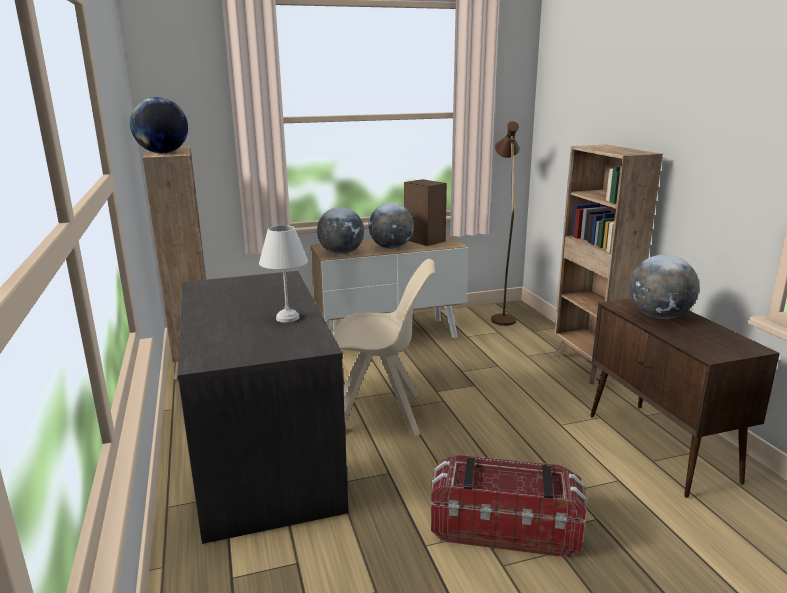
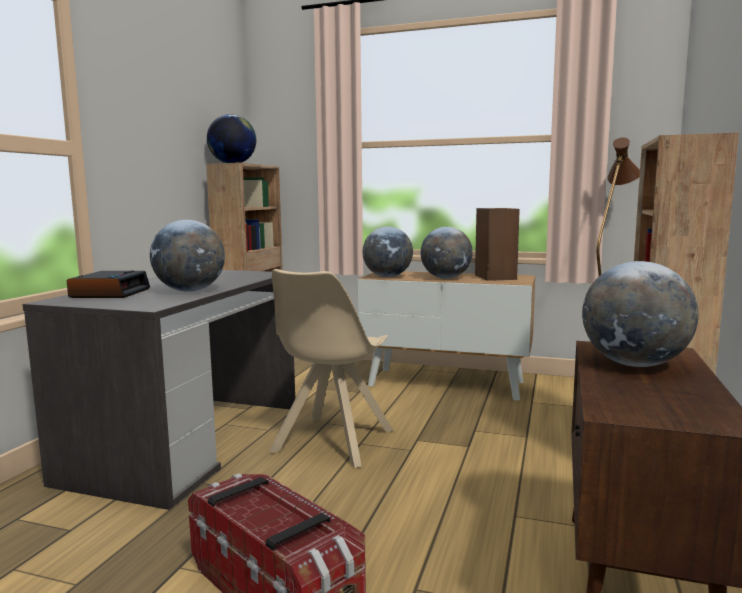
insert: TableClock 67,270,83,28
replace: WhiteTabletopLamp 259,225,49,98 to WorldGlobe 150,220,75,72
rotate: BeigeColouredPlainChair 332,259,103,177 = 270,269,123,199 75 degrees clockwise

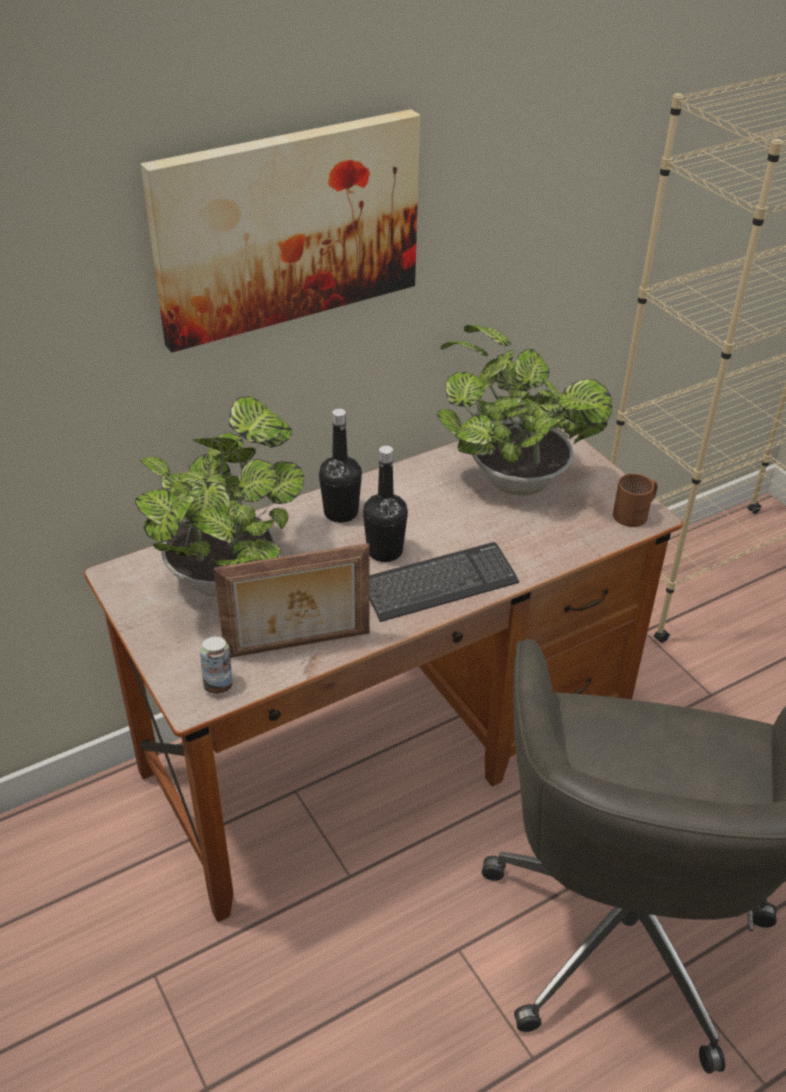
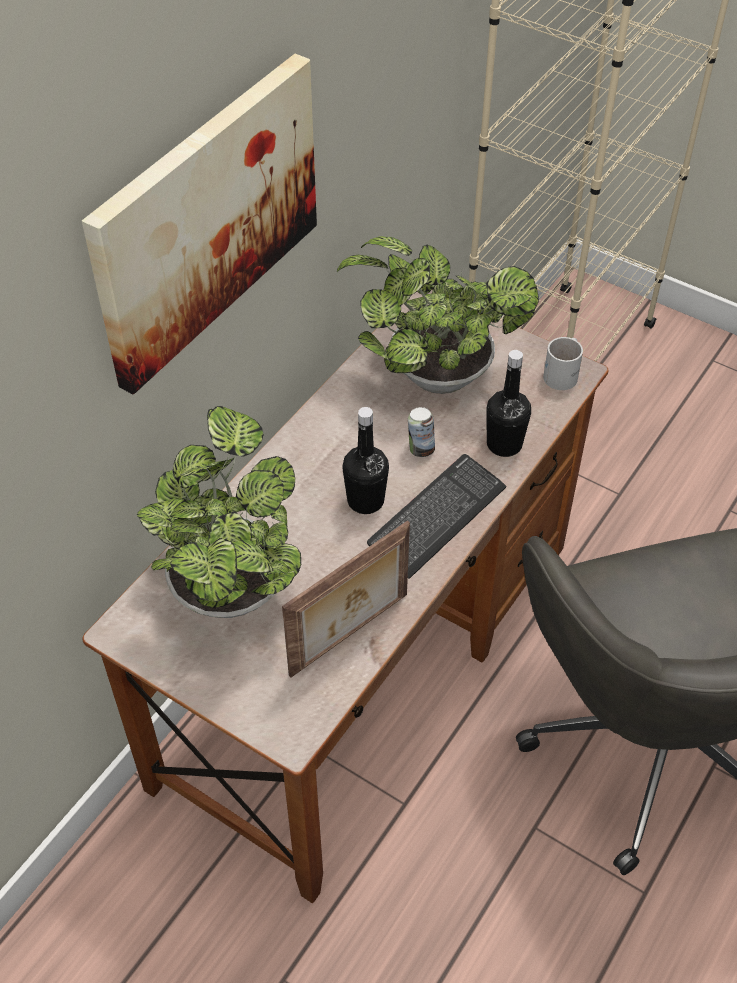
move: SealedCan 200,636,32,58 to 408,407,27,50; BlackColouredBeverageBottle 319,409,43,114 to 486,350,45,107
recolor: BrownishTeaMug 613,474,45,53 to WhiteTeaMug 543,337,40,53

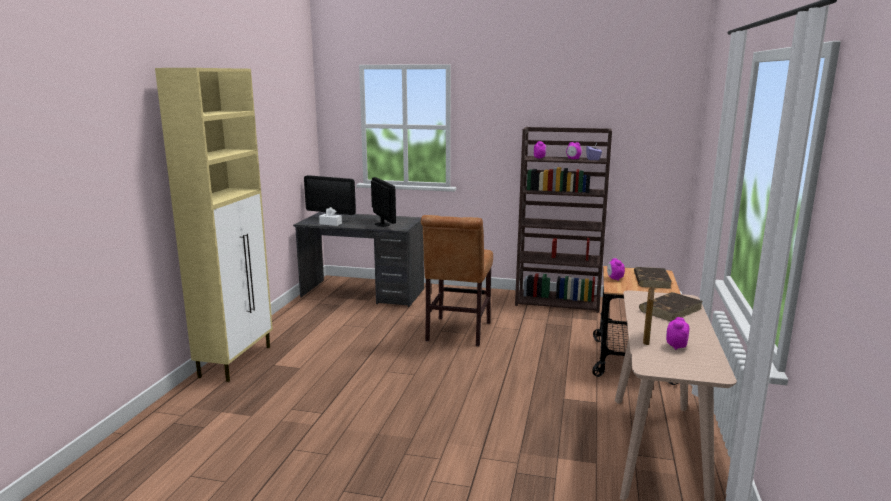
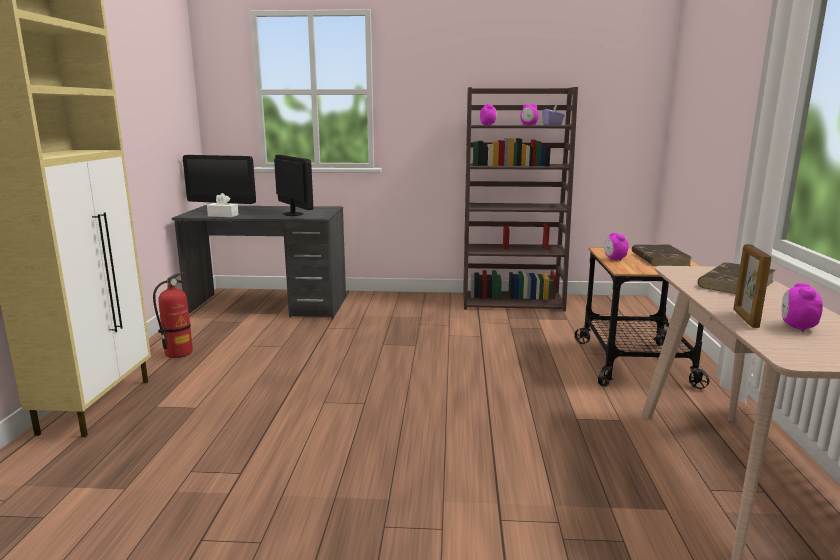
delete: BrownishPlainChair 421,215,72,131
insert: Extinguisher 153,272,40,86

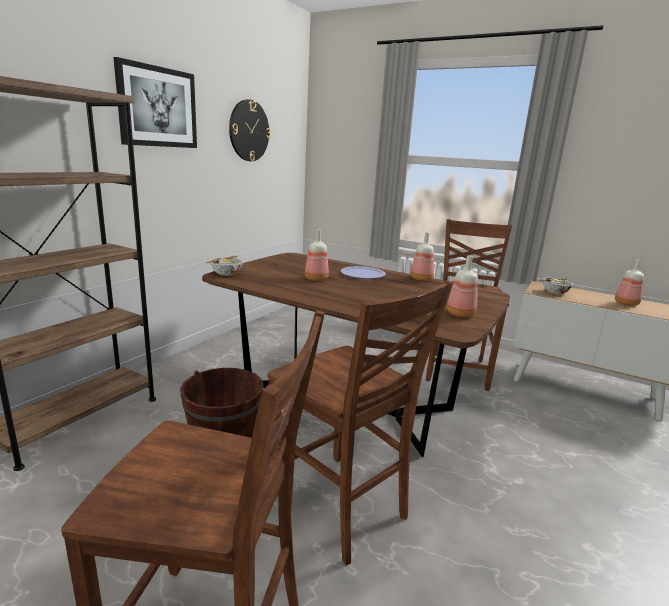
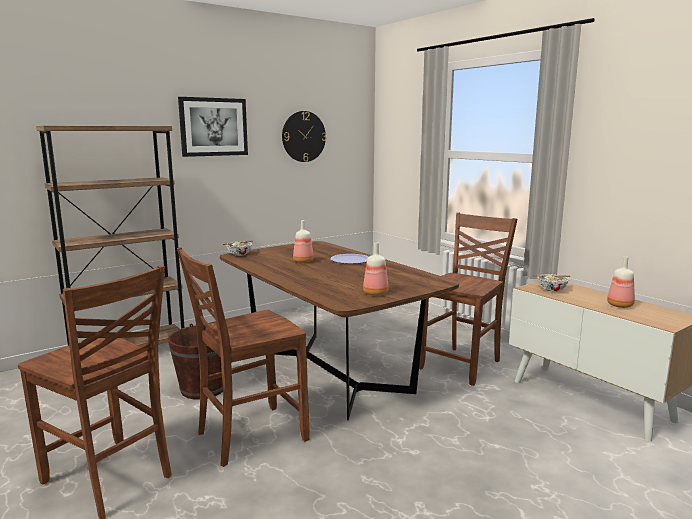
delete: BeverageBottle 411,232,23,49
rotate: BrownishPlainChair 268,280,185,285 = 177,247,133,220 75 degrees clockwise

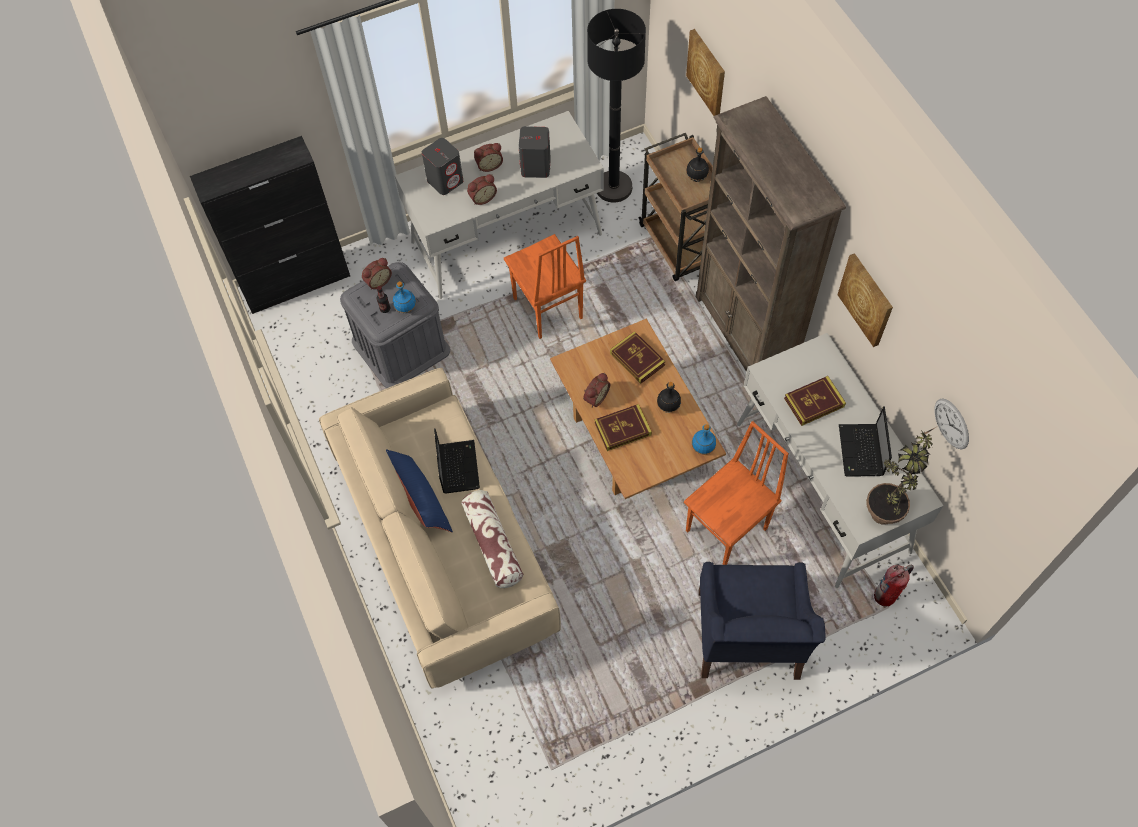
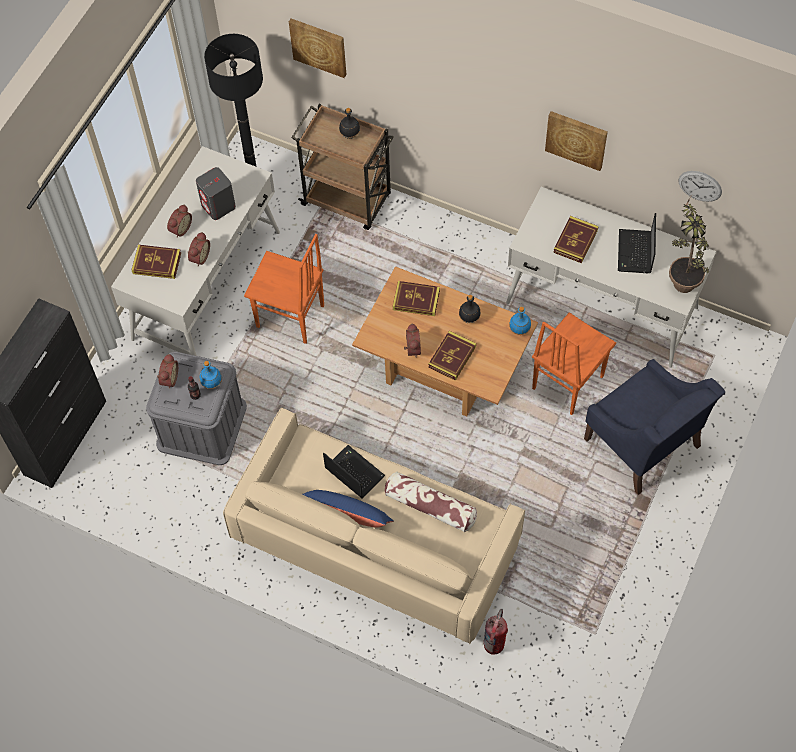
delete: BrownishBookshelf 696,96,150,276
move: Extinguisher 874,565,40,41 to 484,609,24,46
replace: GreySpeaker 422,138,41,57 to Book 132,245,49,34
rotate: OrangePlainChair 684,421,105,144 = 532,312,84,103 150 degrees counterclockwise; Laptop 839,406,53,70 = 618,213,38,60 45 degrees clockwise

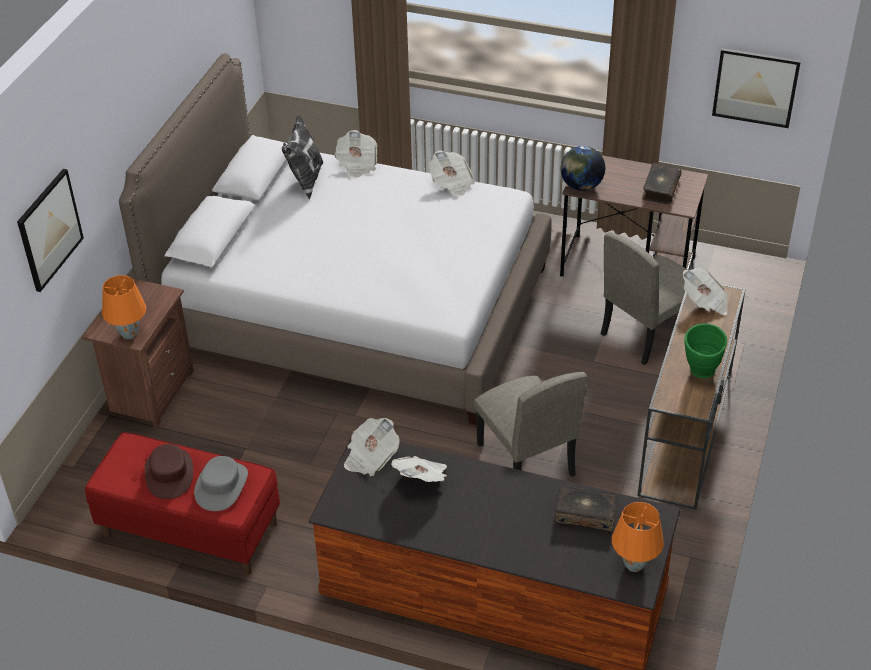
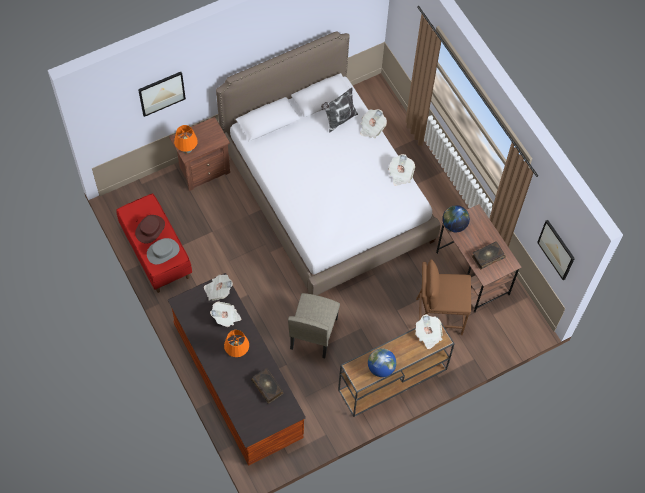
move: OrangeTabletopLamp 612,502,52,70 to 224,330,25,27
replace: BeigeColouredPlainChair 600,232,87,133 to BrownishStoolSeat 416,259,55,76; GreenColouredVase 684,323,43,56 to WorldGlobe 368,348,28,29

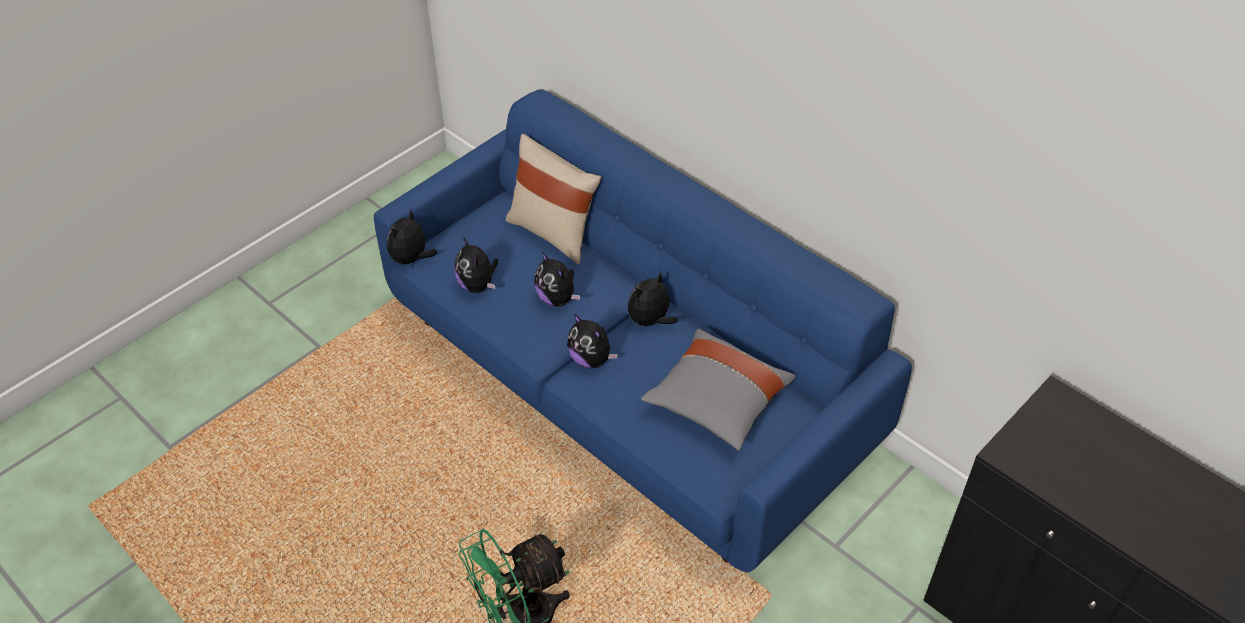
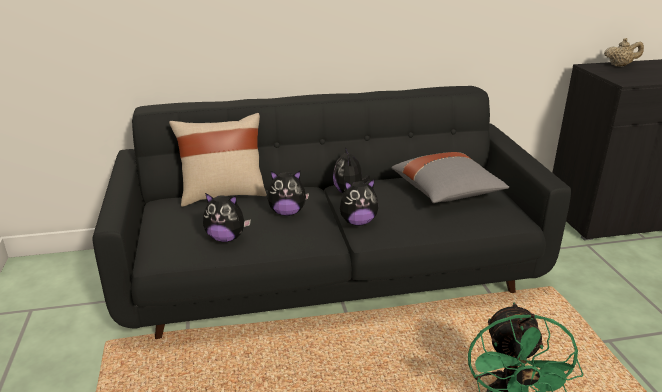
delete: CuddlyToy 387,209,50,58
insert: BeigeColouredTeapot 604,38,40,29
recolor: BluishCouch 374,89,538,483 to BlackColouredCouch 92,86,479,253

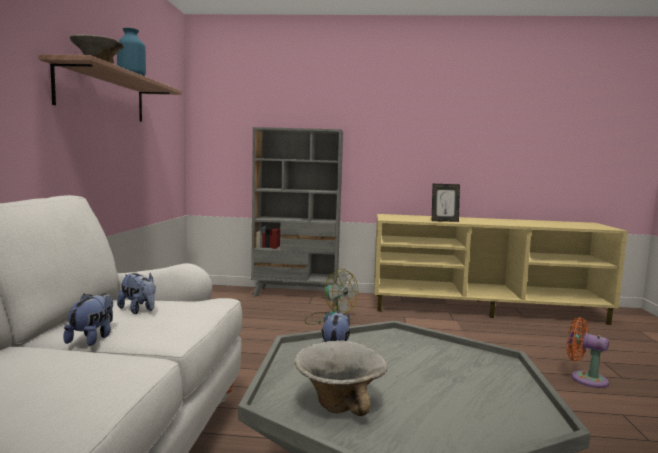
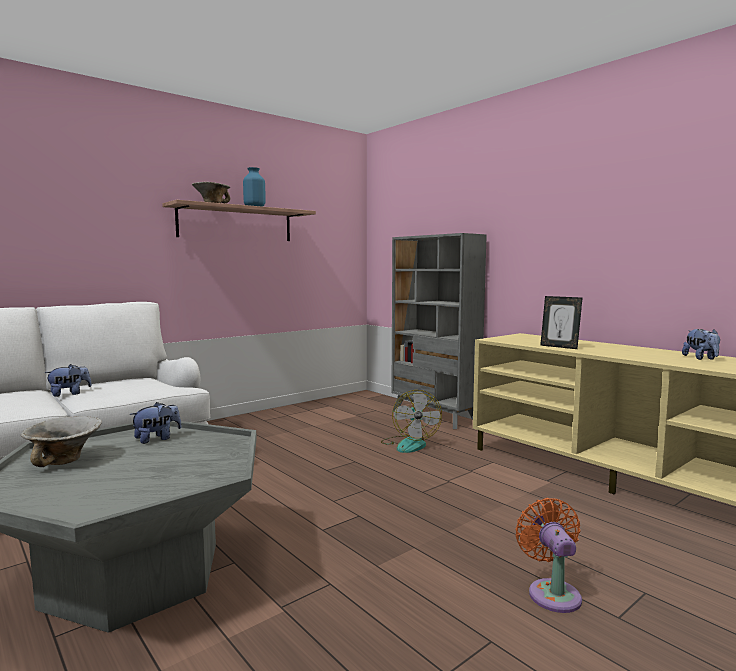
move: CuddlyToy 117,273,39,41 to 682,329,38,31

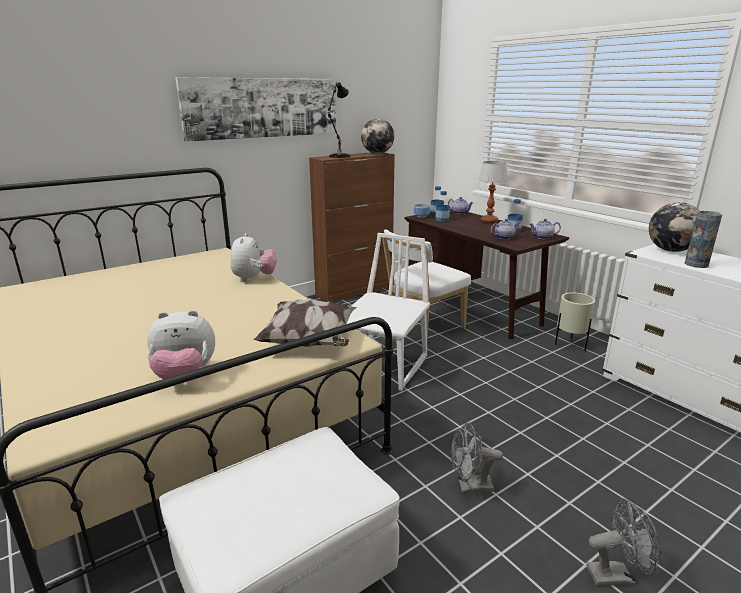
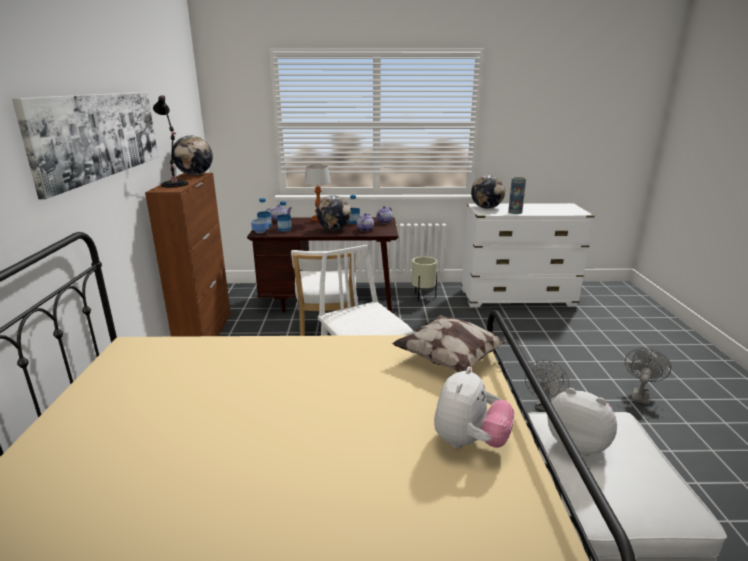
insert: WorldGlobe 316,195,35,35
move: CuddlyToy 231,233,46,49 to 547,388,70,68

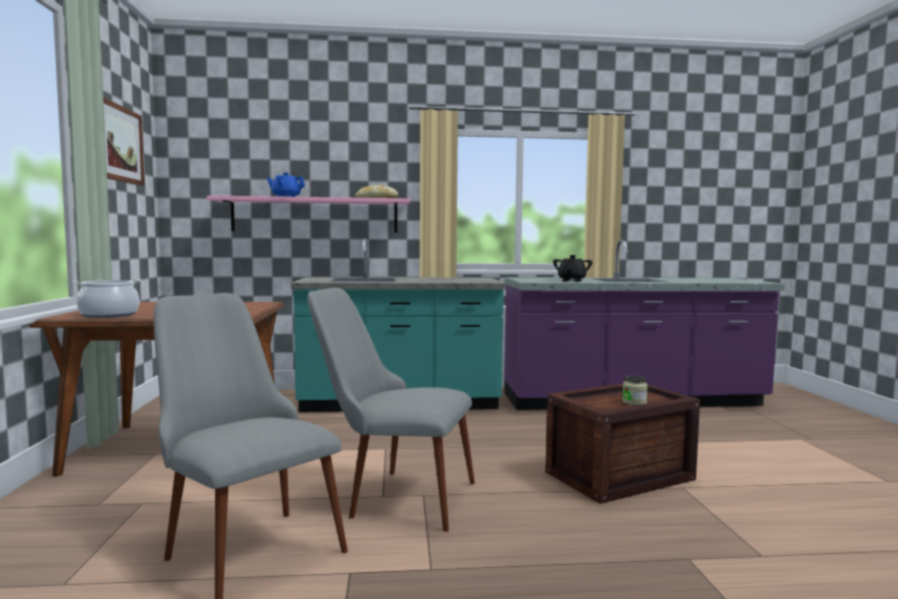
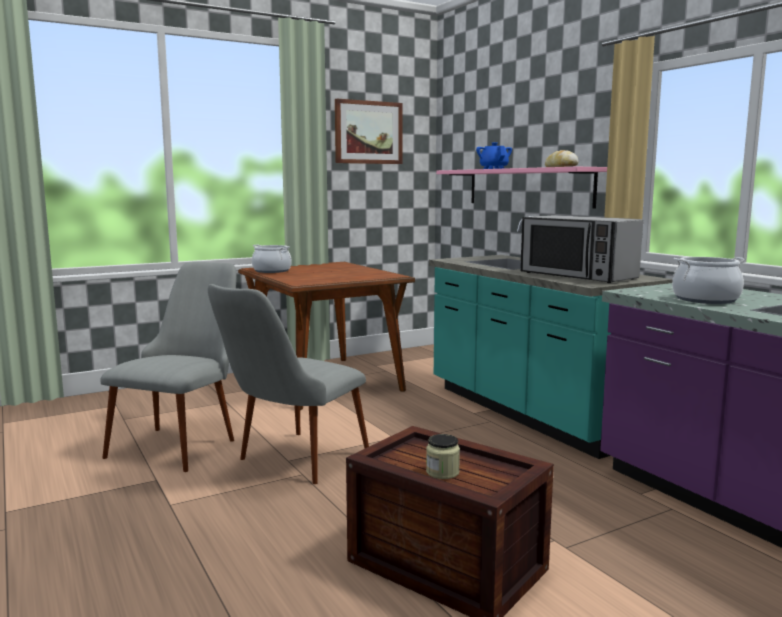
insert: MicrowaveOven 520,215,123,68
replace: BlackColouredTeapot 553,255,39,27 to Saucepot 672,257,74,47
rotate: GreyPlainChair 308,288,167,244 = 208,284,161,200 135 degrees counterclockwise

